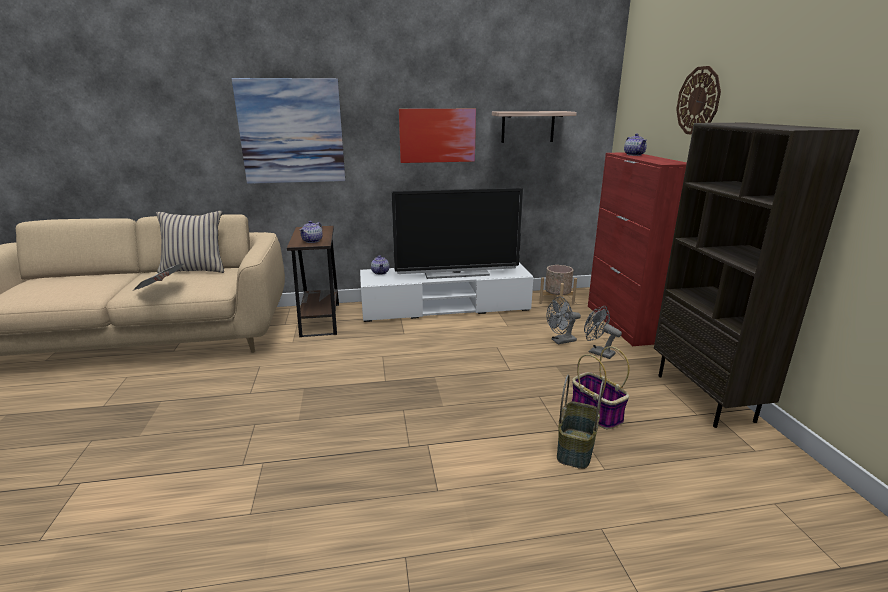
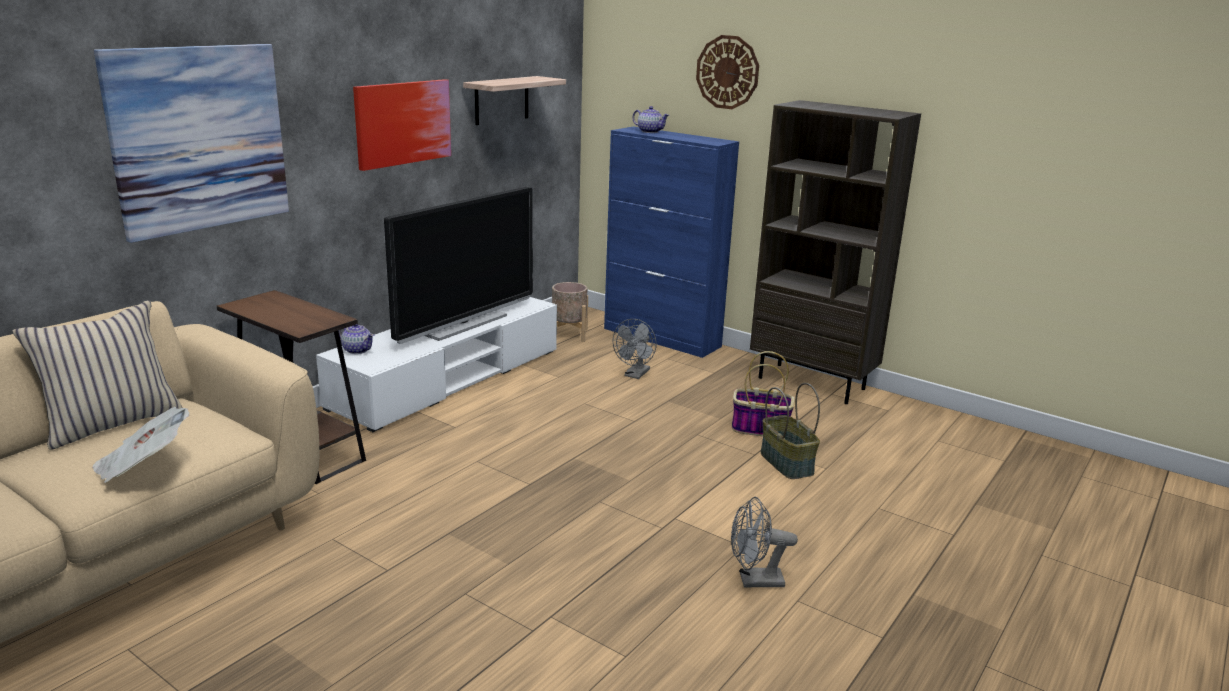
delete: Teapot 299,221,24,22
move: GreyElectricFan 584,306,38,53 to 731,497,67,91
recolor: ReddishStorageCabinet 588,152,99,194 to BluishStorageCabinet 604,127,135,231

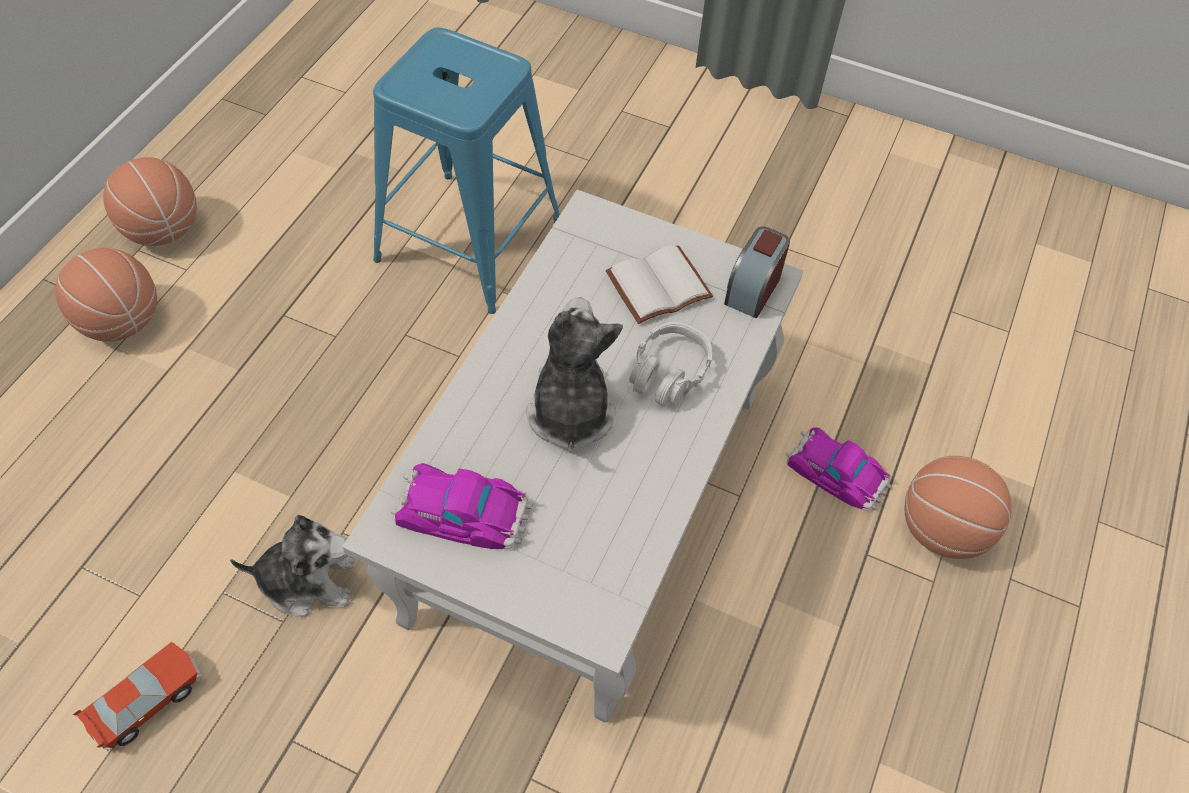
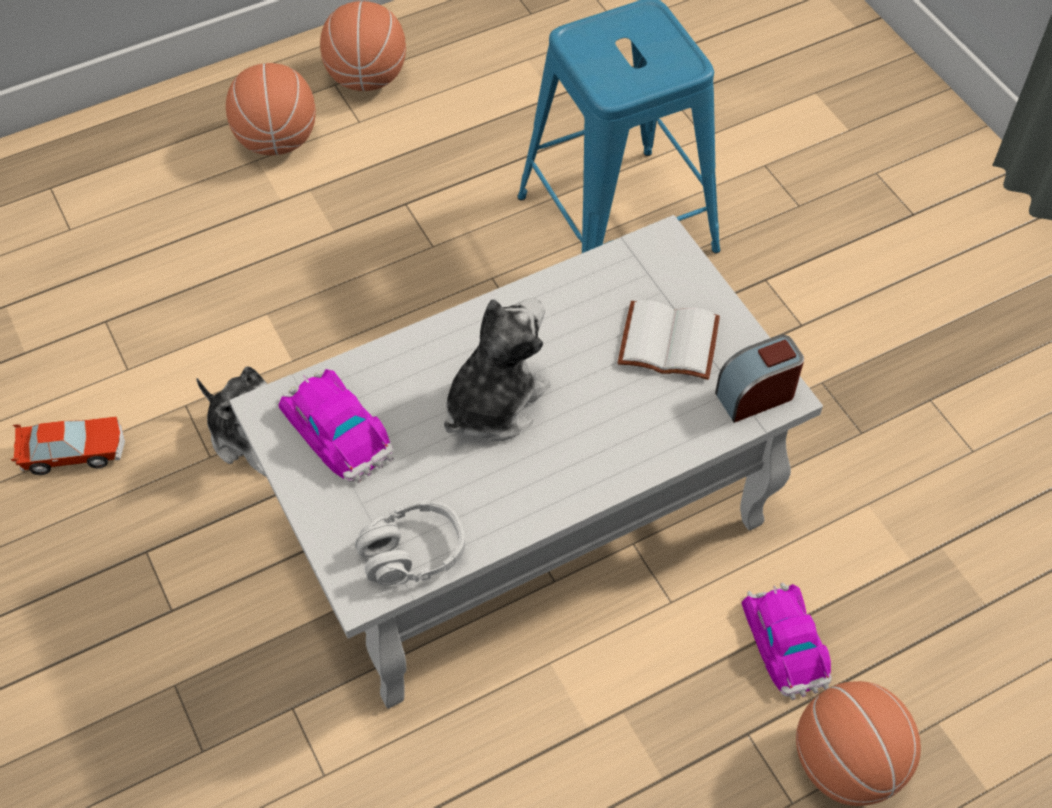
move: GreyHeadphones 629,322,83,84 to 355,501,110,85

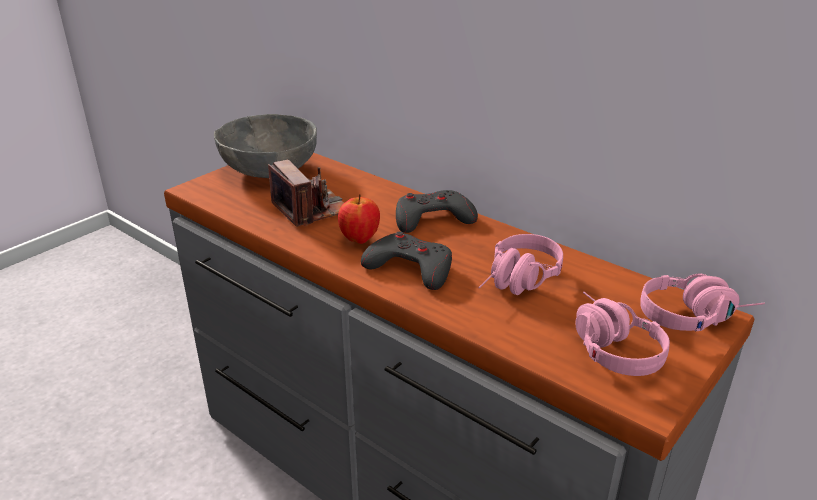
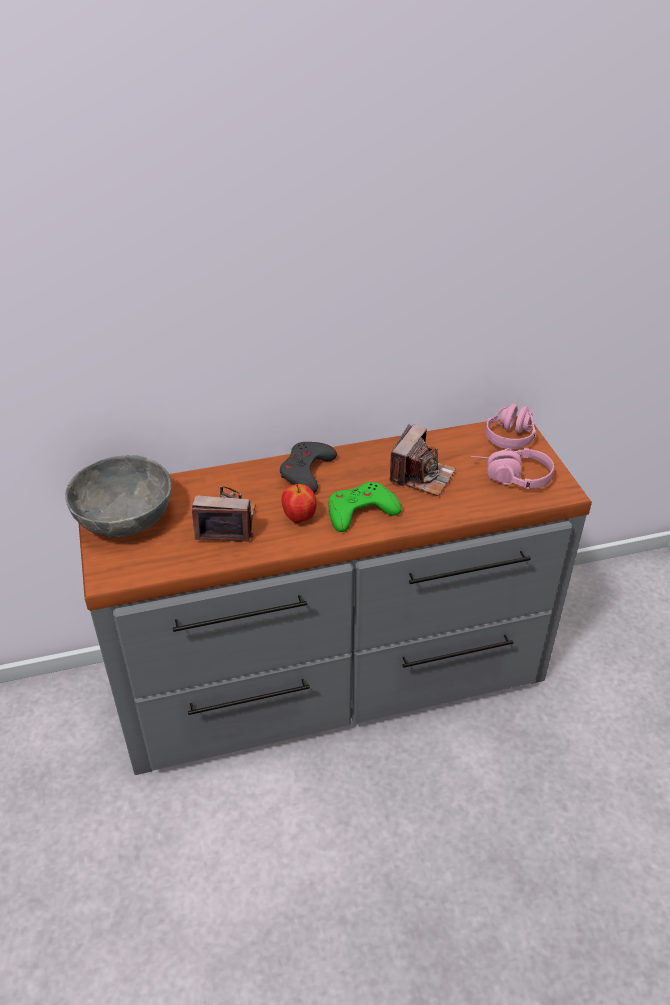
replace: PinkColouredHeadphones 478,234,85,61 to PhotoCamera 389,424,67,72
recolor: GreyGameController 361,231,91,59 to GreenColouredGameController 329,482,72,50

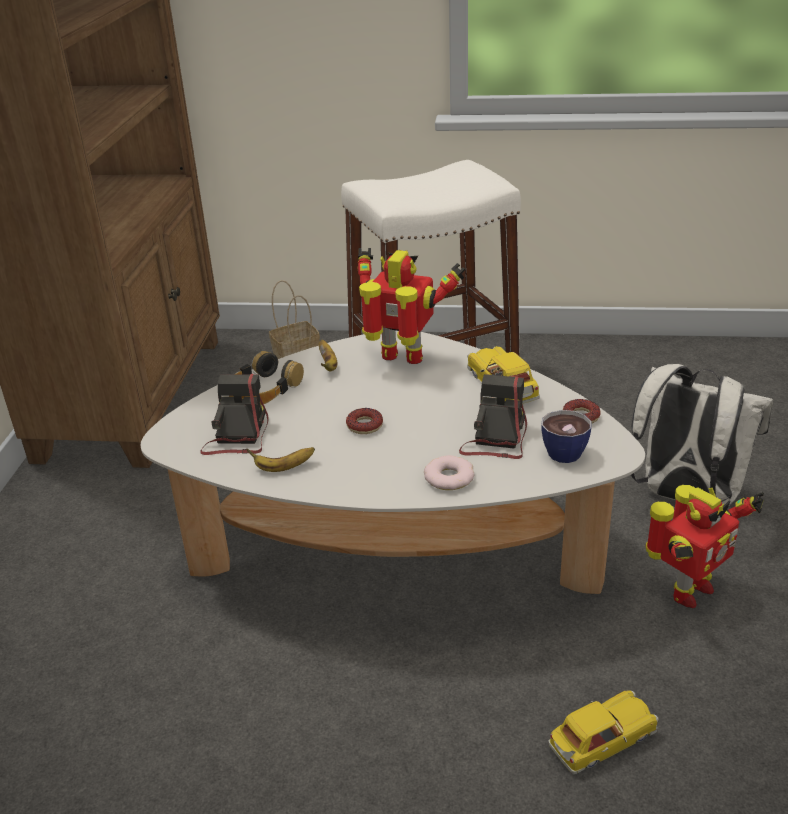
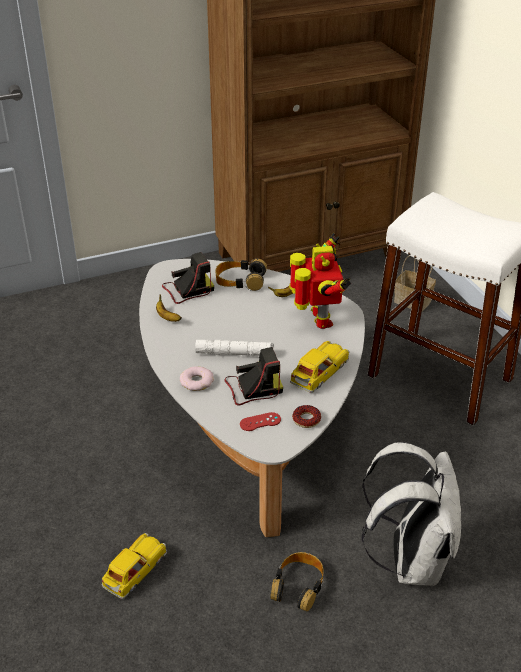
delete: Doughnut 346,408,37,26
insert: WhiteTorch 195,340,79,16
replace: SmallCup 542,410,50,53 to ReddishGameController 240,412,41,19; ToyRobot 645,485,119,123 to Headphones 271,552,53,59
rotate: MiniatureCar 548,690,111,84 = 102,533,65,66 90 degrees counterclockwise

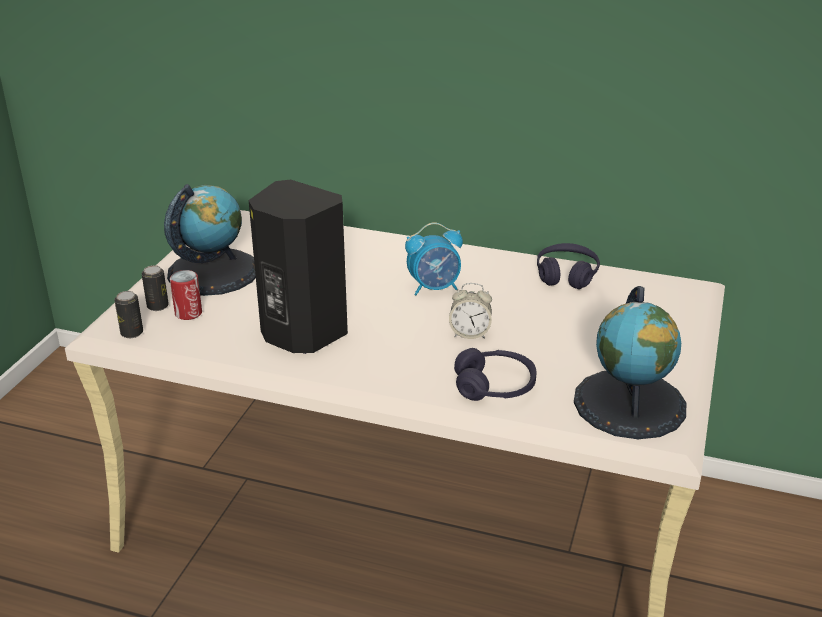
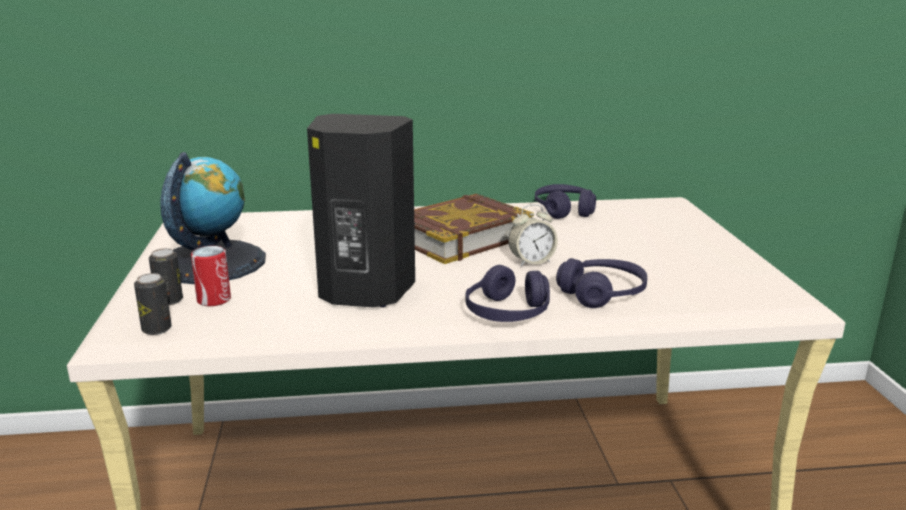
delete: WorldGlobe 574,286,112,153
insert: PurpleHeadphones 466,265,84,57
replace: TableClock 405,222,58,74 to Book 414,194,120,70

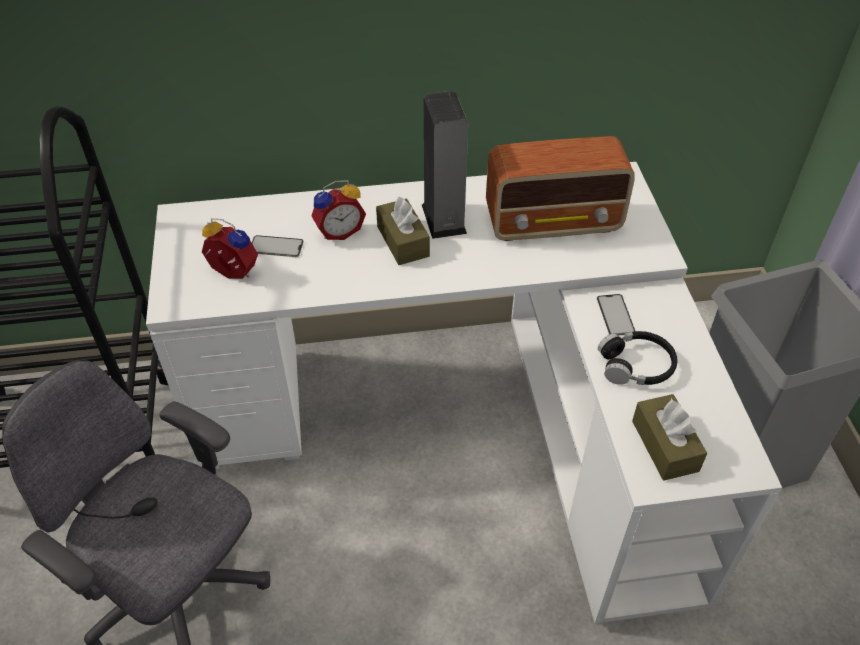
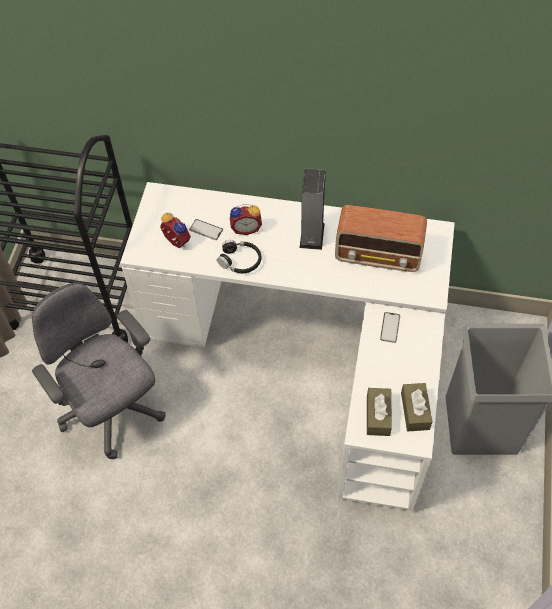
move: BrownishTissueHolder 376,196,54,69 to 401,383,31,48; BlackColouredHeadphones 598,331,79,54 to 217,240,44,33

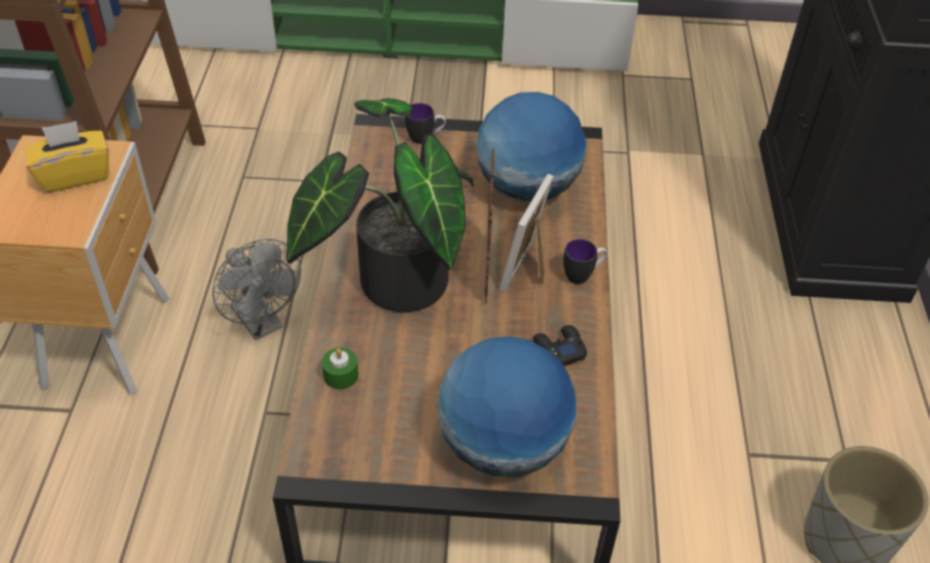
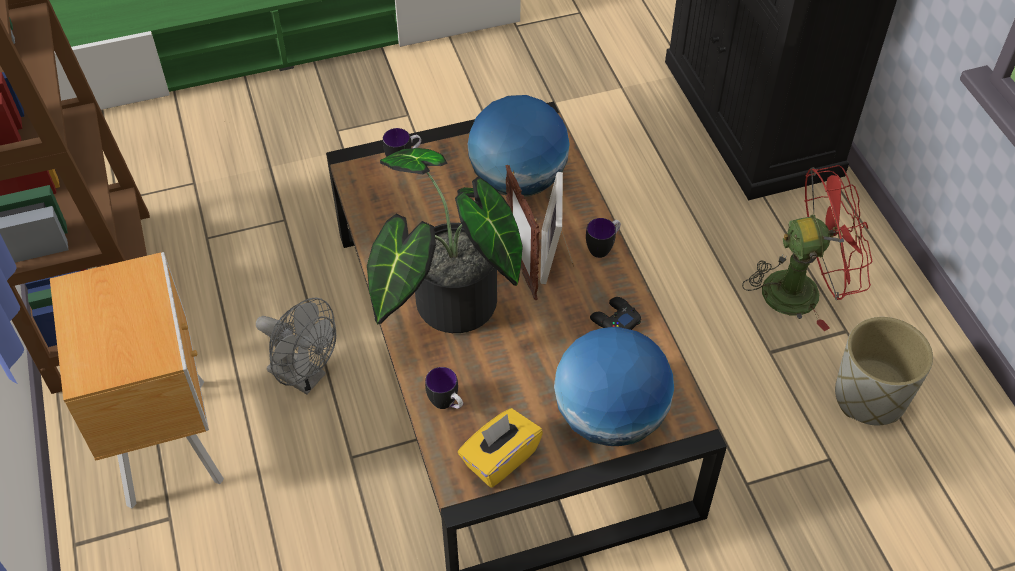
insert: ReddishElectricFan 742,165,131,166
move: YellowColouredTissueHolder 26,121,83,72 to 458,408,85,80
replace: GreenColouredWaxCandle 322,347,36,43 to TeaMug 425,367,38,42

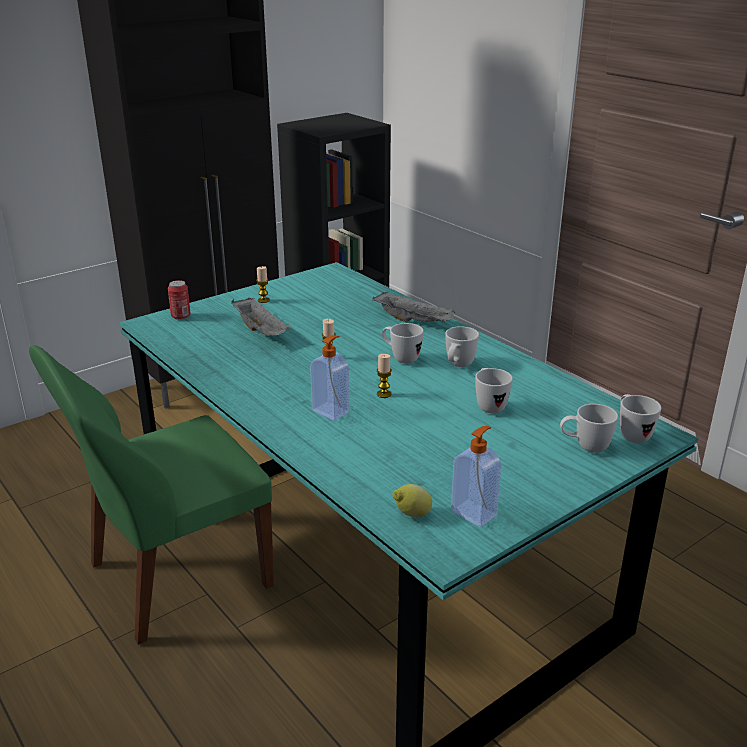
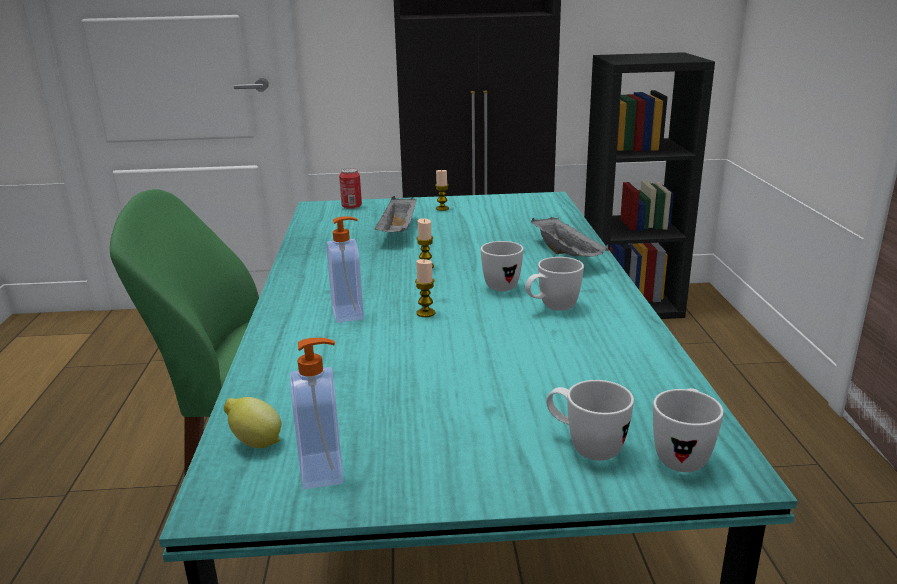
delete: WhiteTeaMug 475,368,38,45

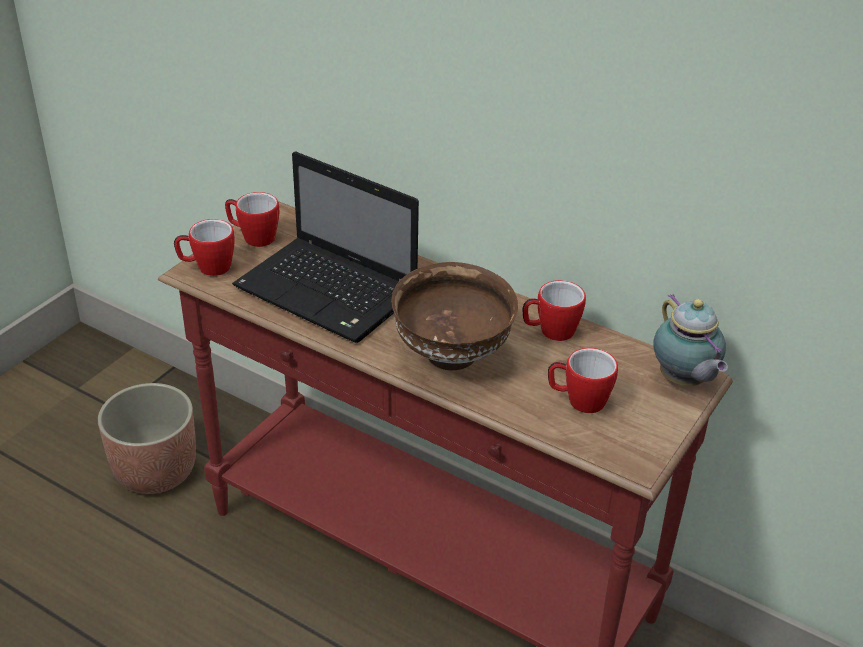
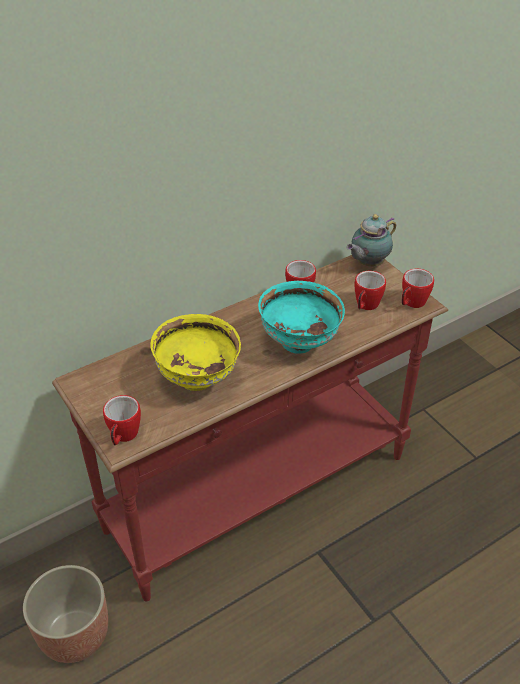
move: TeaMug 225,192,55,55 to 401,269,33,39
replace: Laptop 232,151,187,192 to YellowColouredDeepDish 150,314,91,77
recolor: BrownishDeepDish 391,262,127,108 to TurquoiseColouredDeepDish 258,281,87,73
rotate: Teapot 654,294,74,92 = 346,214,50,53 135 degrees clockwise

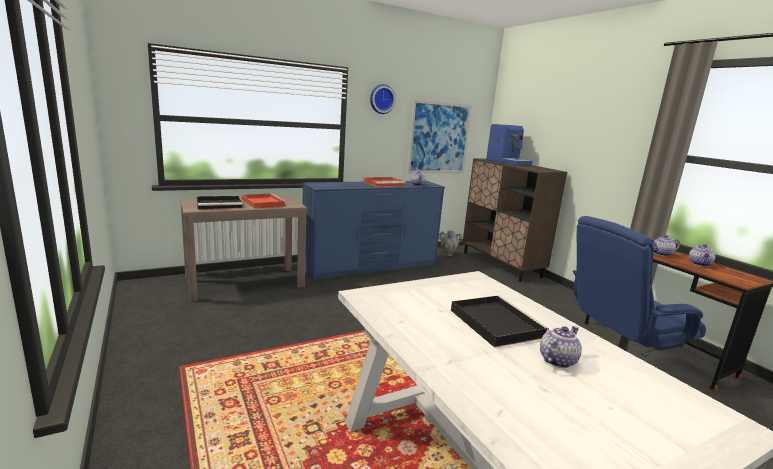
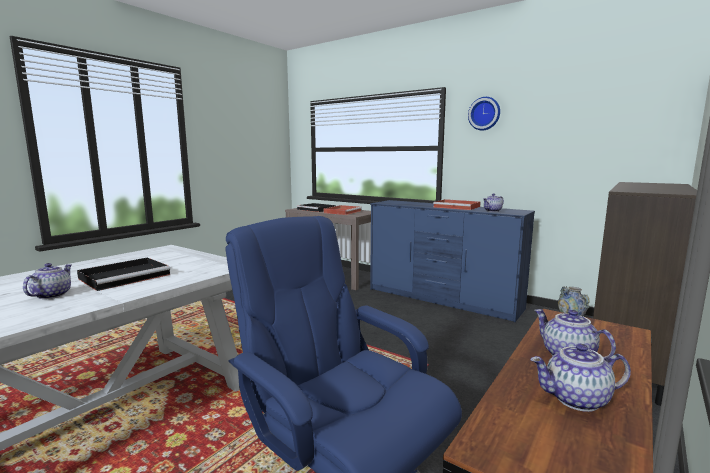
delete: WallPicture 407,100,65,73; CoffeeBrewer 486,124,47,42
rotate: Teapot 540,326,42,42 = 23,263,48,36 105 degrees counterclockwise

